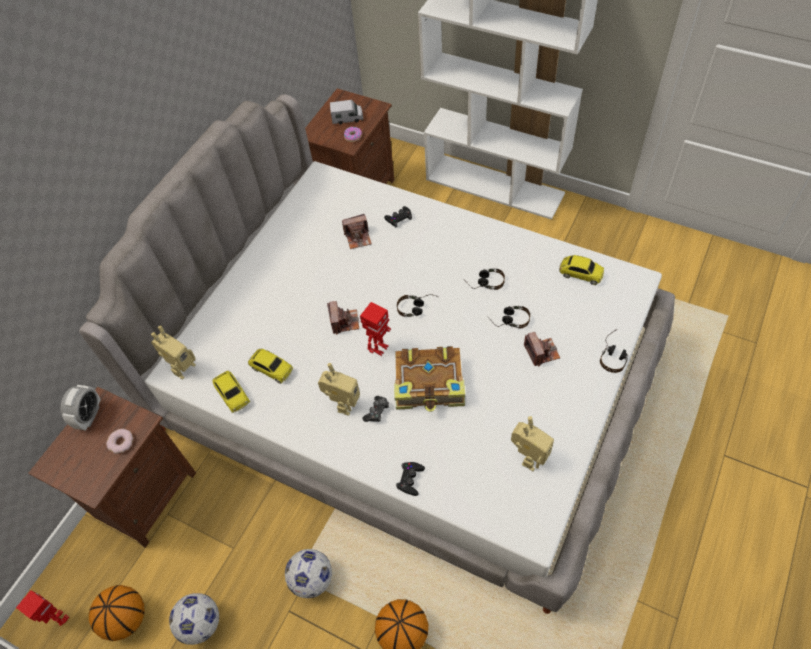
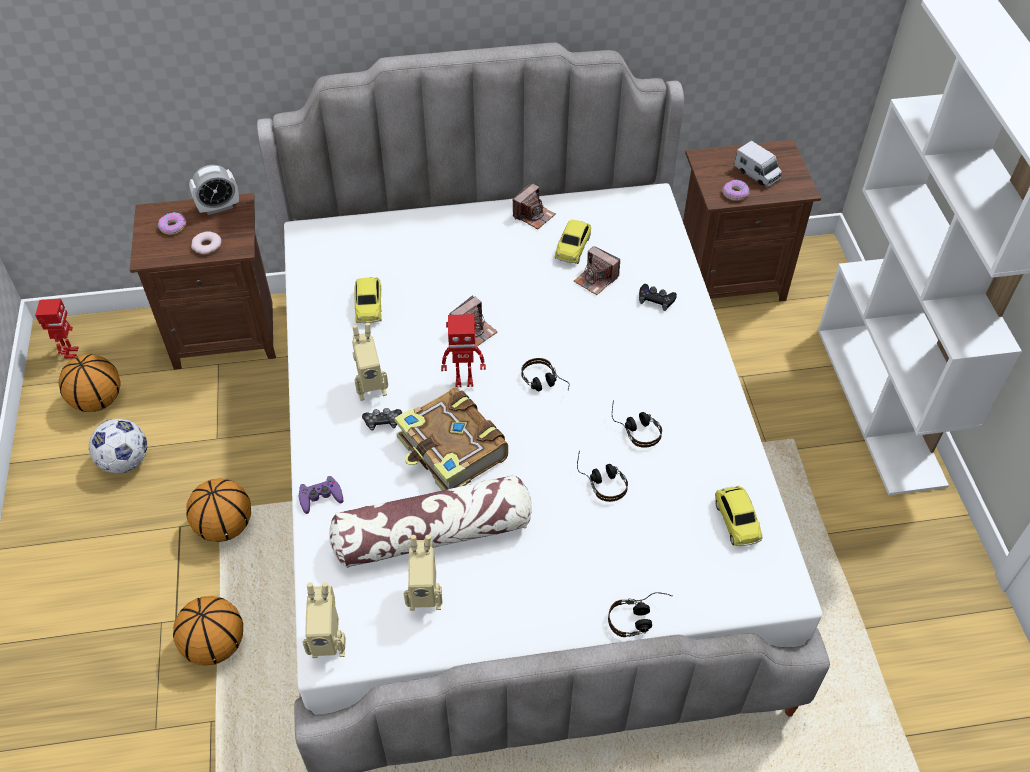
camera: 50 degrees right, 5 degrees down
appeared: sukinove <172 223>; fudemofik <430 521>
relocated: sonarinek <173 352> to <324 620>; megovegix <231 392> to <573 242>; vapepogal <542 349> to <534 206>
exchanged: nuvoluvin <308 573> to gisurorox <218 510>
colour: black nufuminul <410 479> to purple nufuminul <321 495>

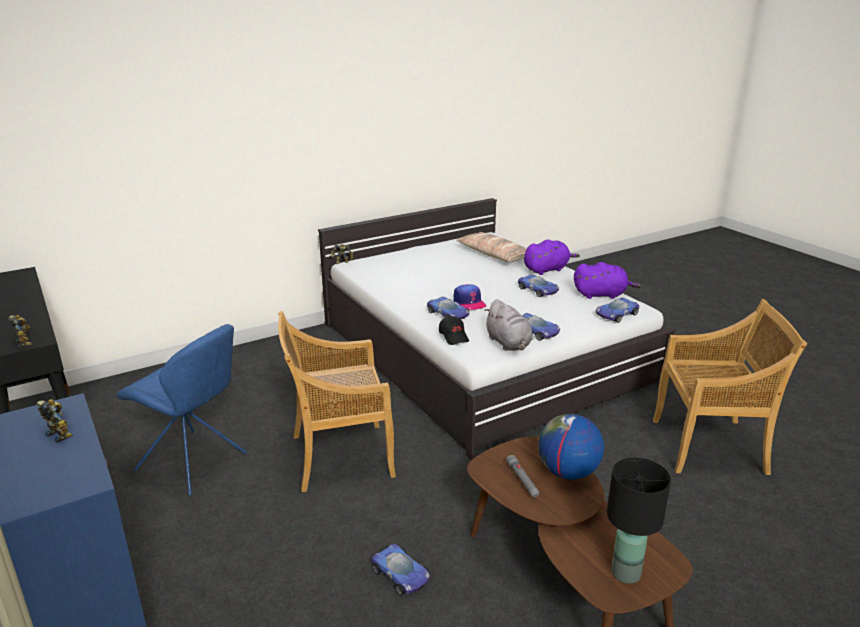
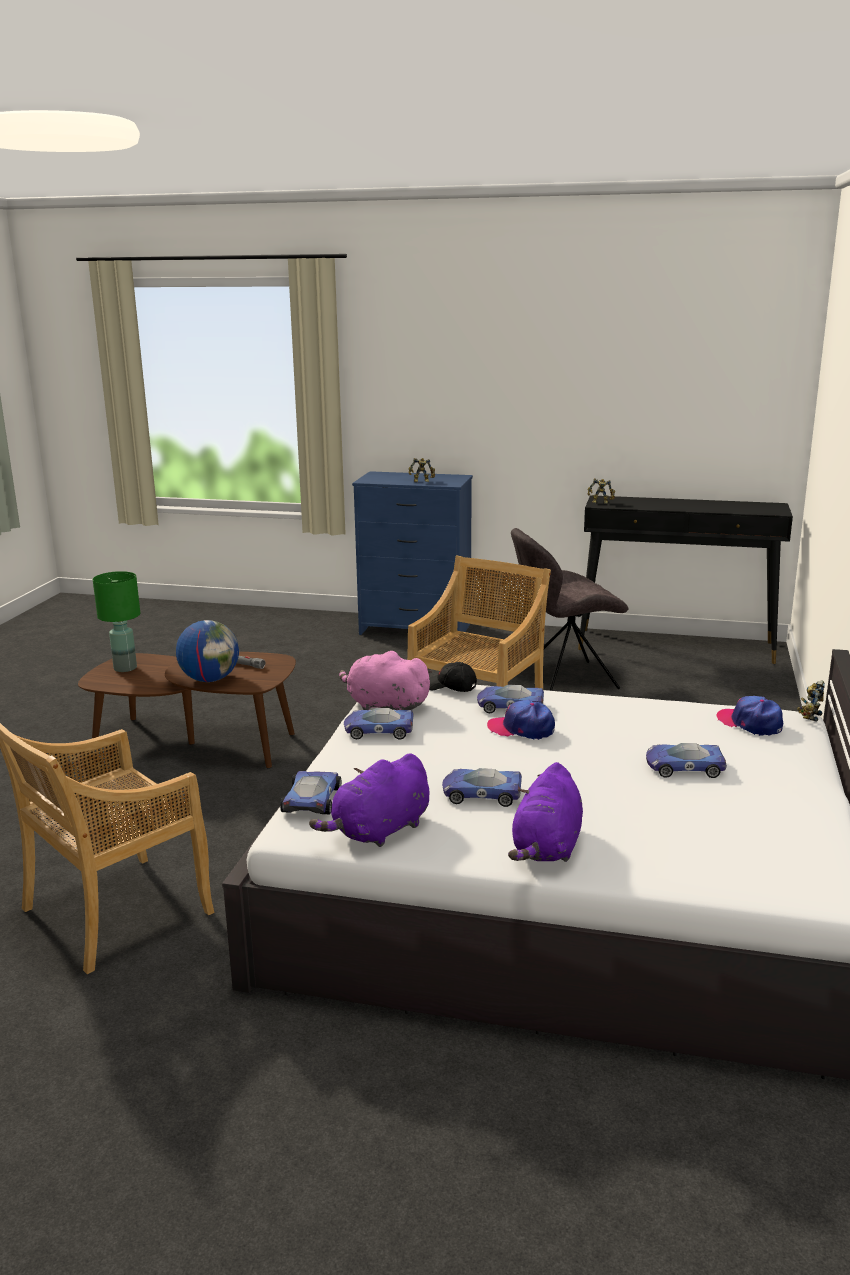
camera: 135 degrees right, 5 degrees down
missing: fudemofik <491 247>
appeared: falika <749 716>
relocated: megovegix <400 569> to <686 760>
colour: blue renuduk <182 410> to grey renuduk <570 609>; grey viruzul <508 325> to pink viruzul <386 680>; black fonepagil <639 521> to green fonepagil <116 621>

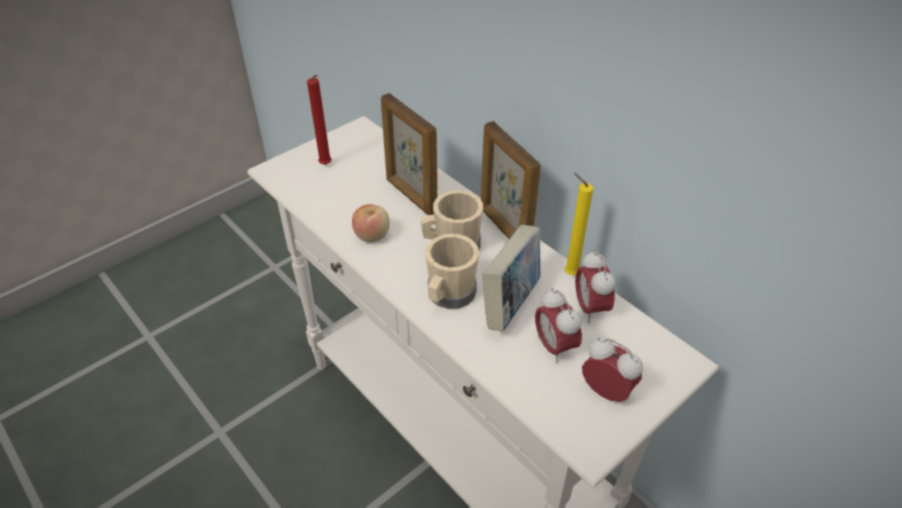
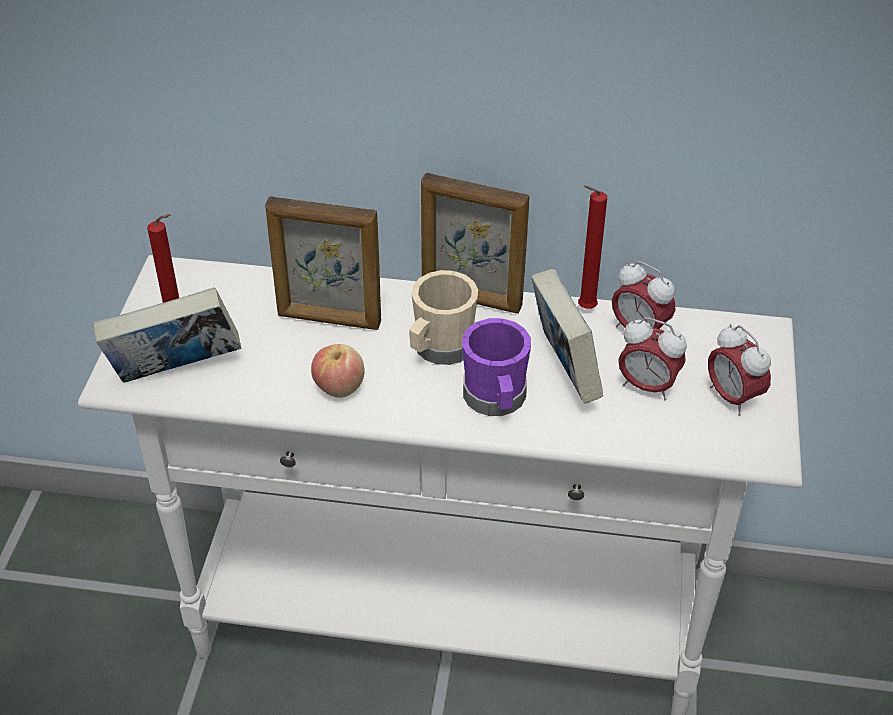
camera: 40 degrees left, 0 degrees up
appeared: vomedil <167 335>
colour: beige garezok <452 271> to purple garezok <496 367>; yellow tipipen <578 224> to red tipipen <592 247>
spun: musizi <612 369> = <739 370> 120 degrees counterclockwise

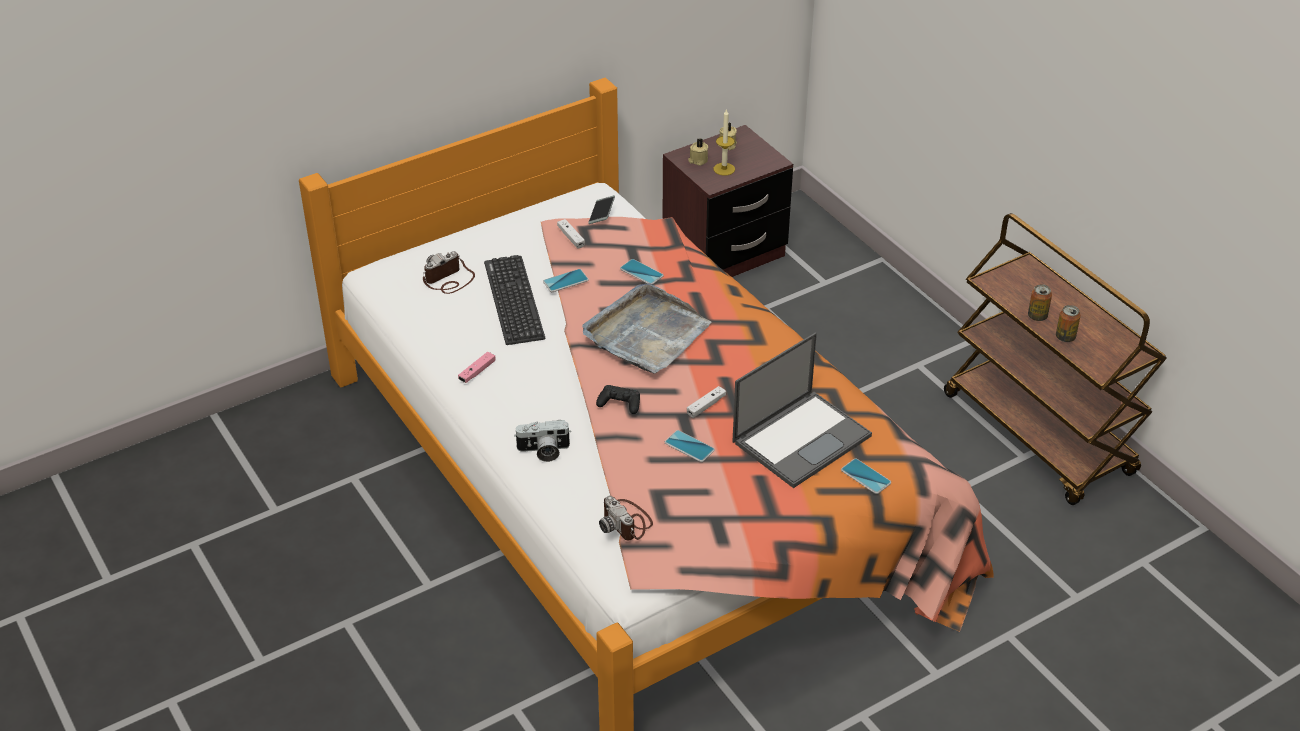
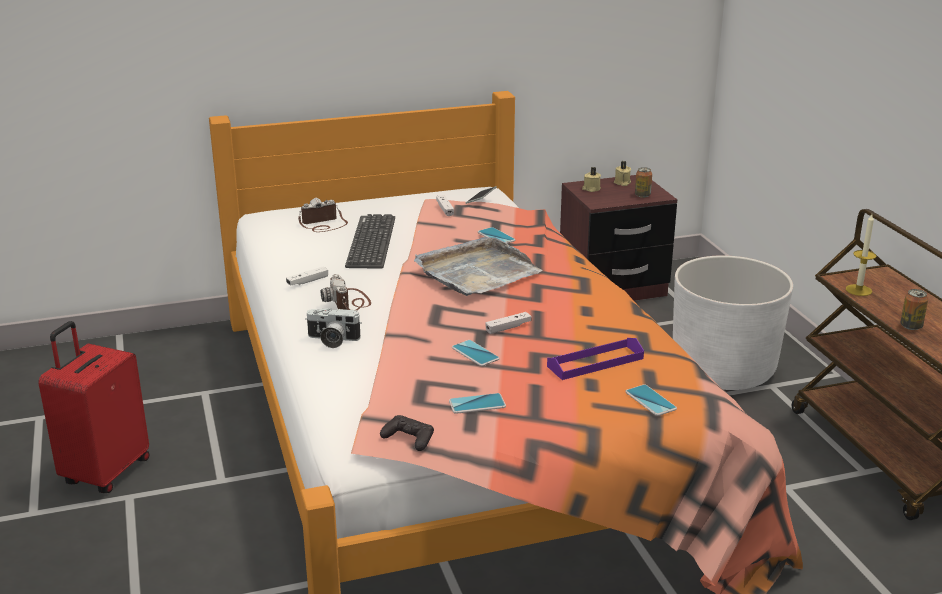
camera: 15 degrees right, 15 degrees down
appeared: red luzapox <93 407>; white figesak <733 322>
relocated: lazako <566 280> to <477 403>; black nufuminul <618 399> to <407 433>; vapepogal <626 518> to <346 292>; tipipen <724 142> to <861 255>; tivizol <1040 303> to <643 182>
exchanged: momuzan <802 410> to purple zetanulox <595 359>
colour: pink nufuminul <476 367> to white nufuminul <307 276>

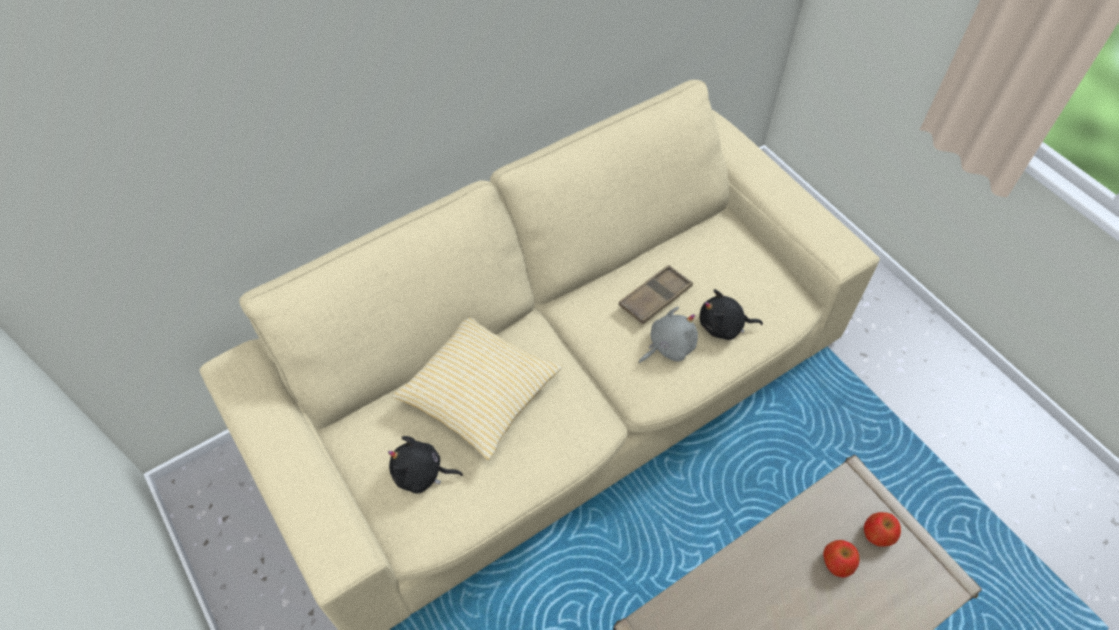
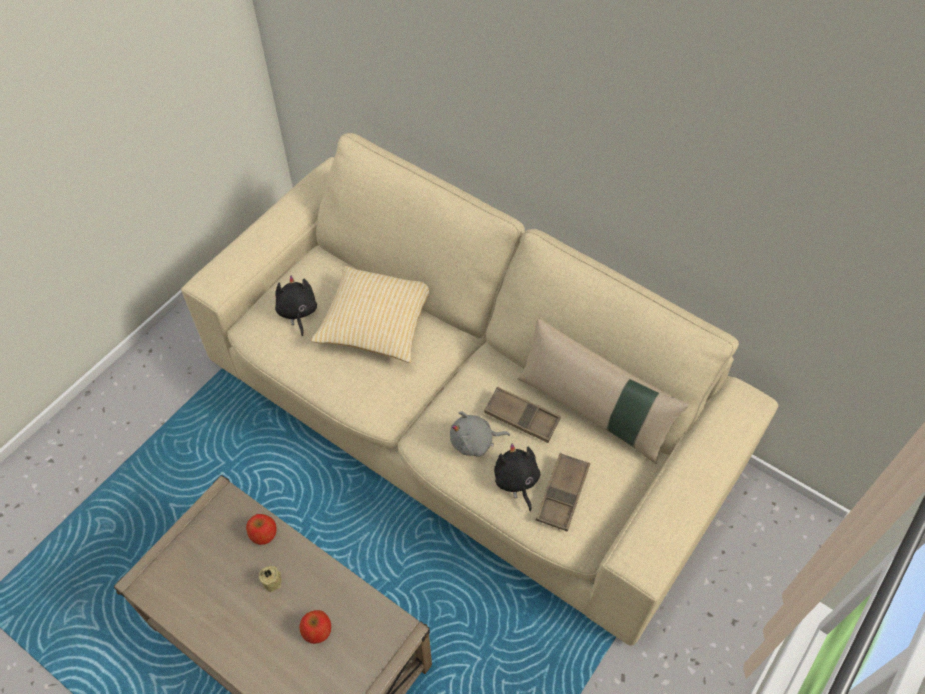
camera: 70 degrees right, 0 degrees up
appeared: beige tipipen <270 579>; beige fudemofik <603 391>; brown zetanulox <563 492>
relocated: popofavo <882 529> to <261 529>
spun: grey viruzul <668 335> = <480 434> 135 degrees clockwise

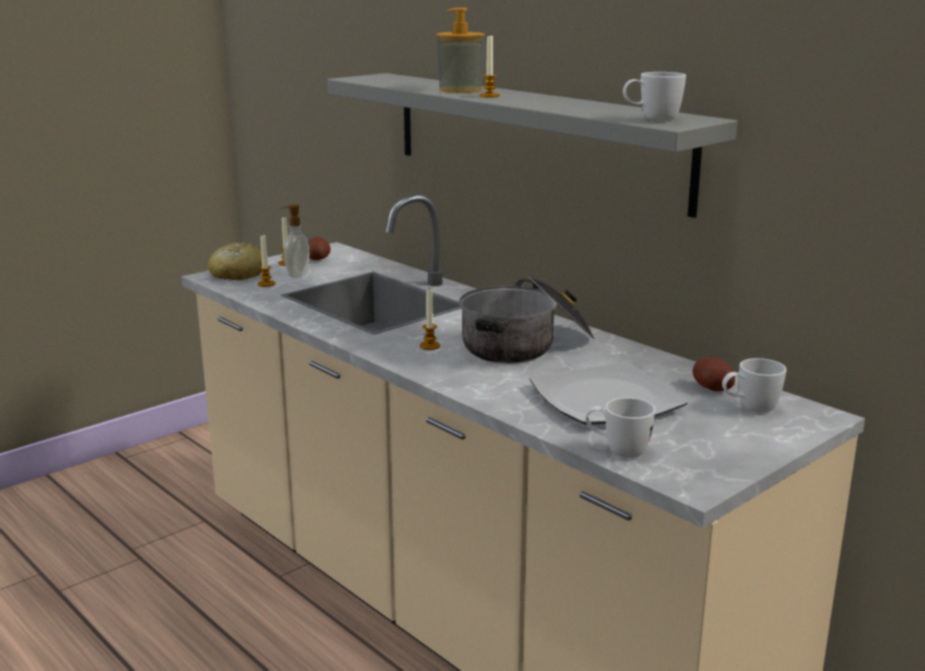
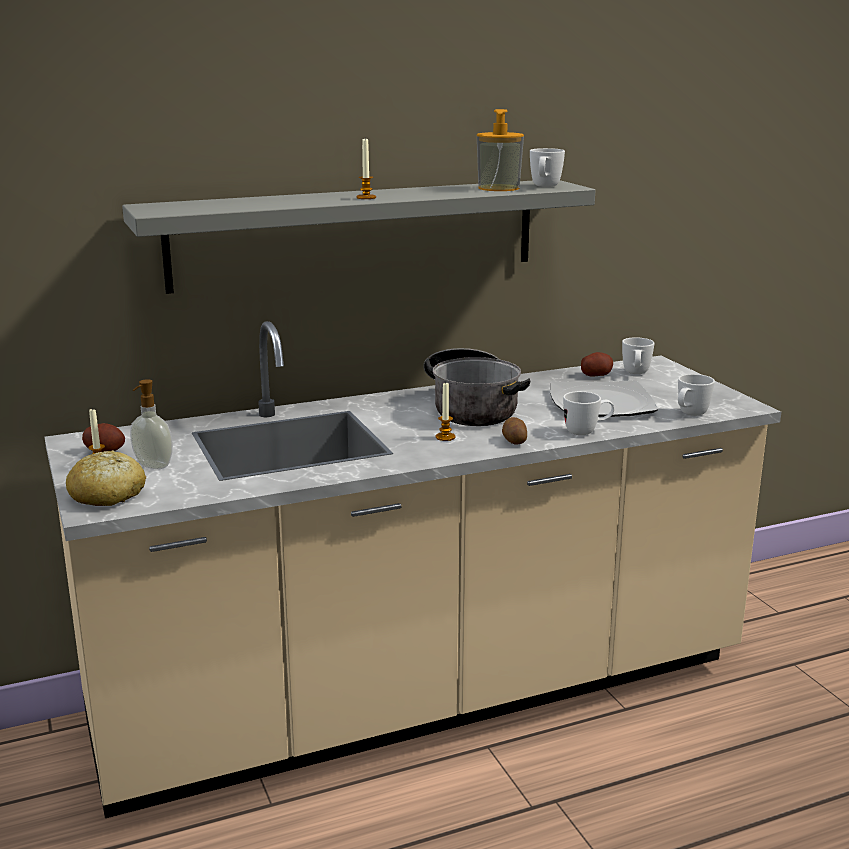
camera: 70 degrees left, 0 degrees up
missing: tipipen <266 261>
appeared: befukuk <514 431>; white garezok <588 413>
relocated: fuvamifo <460 50> to <500 150>

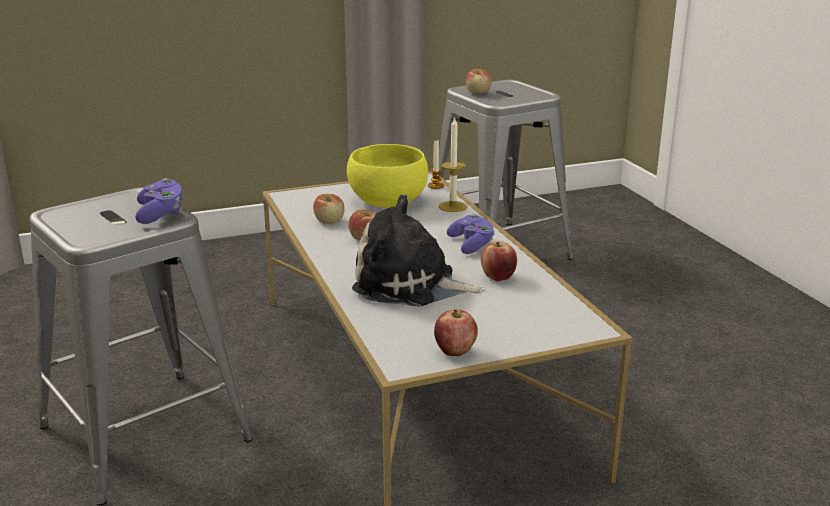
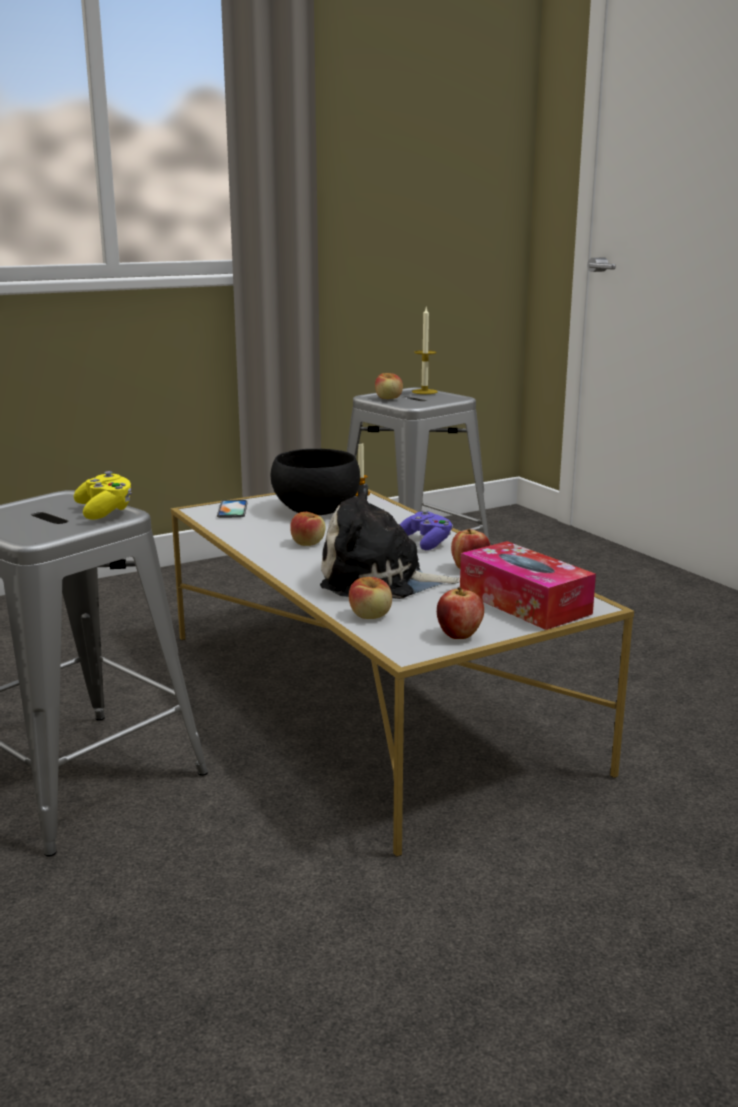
camera: 10 degrees left, 5 degrees down
appeared: lazako <232 509>; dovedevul <528 585>
relocated: popofavo <329 209> to <370 598>; tipipen <453 164> to <425 350>
colour: purple nufuminul <158 201> to yellow nufuminul <103 495>; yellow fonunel <387 176> to black fonunel <315 482>

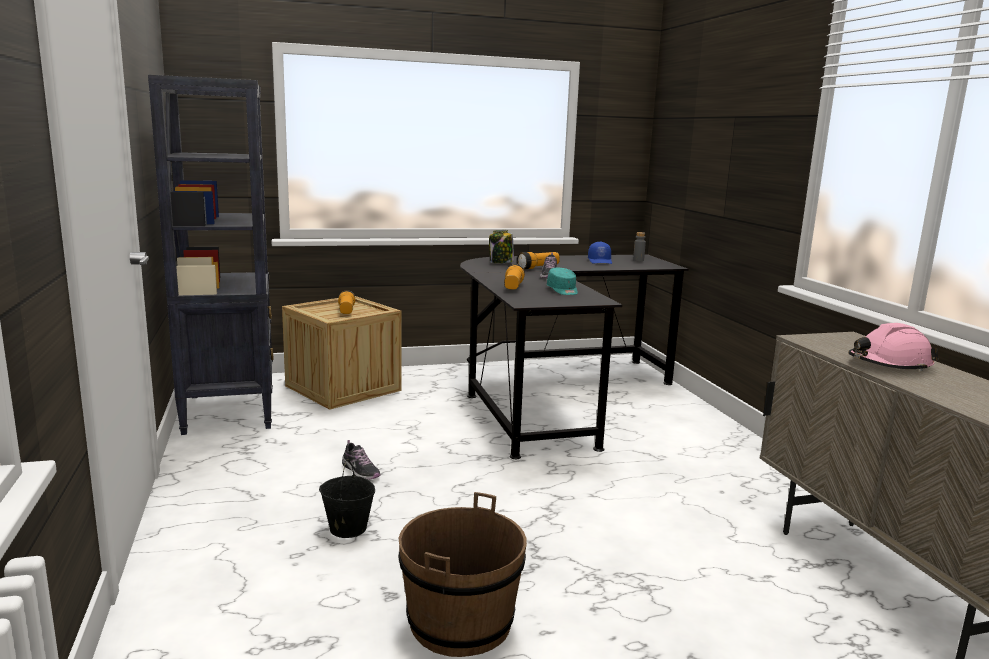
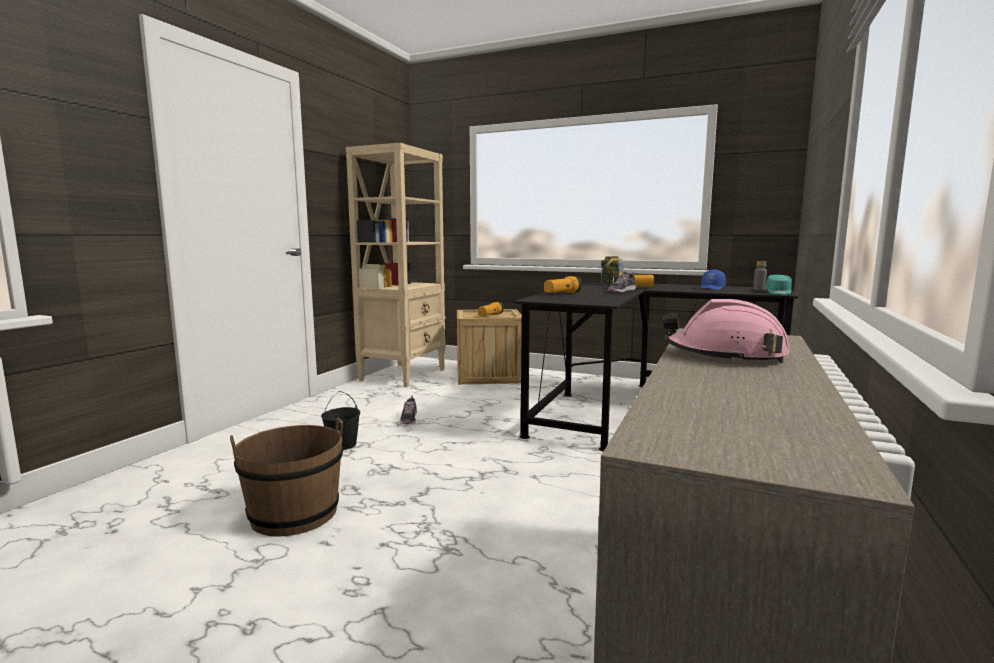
camera: 40 degrees right, 5 degrees down
relocated: turquoise falika <562 281> to <779 285>
colour: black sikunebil <211 255> to beige sikunebil <396 265>

